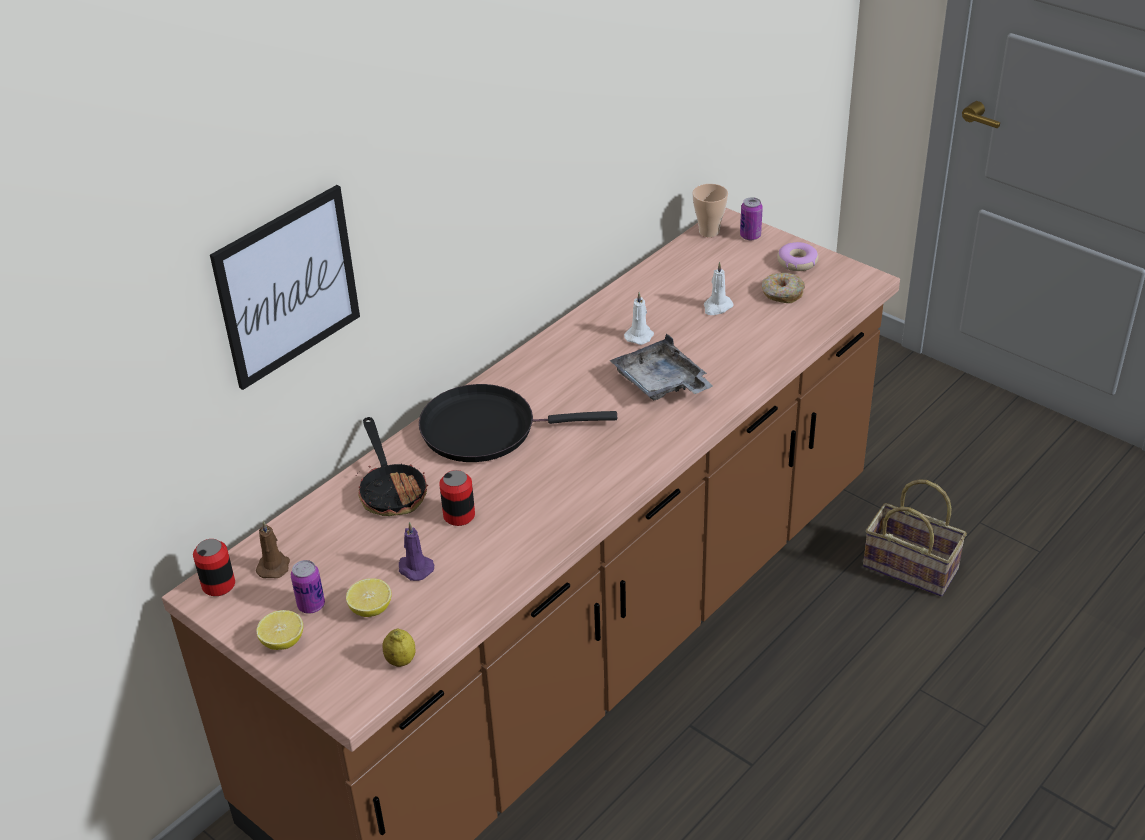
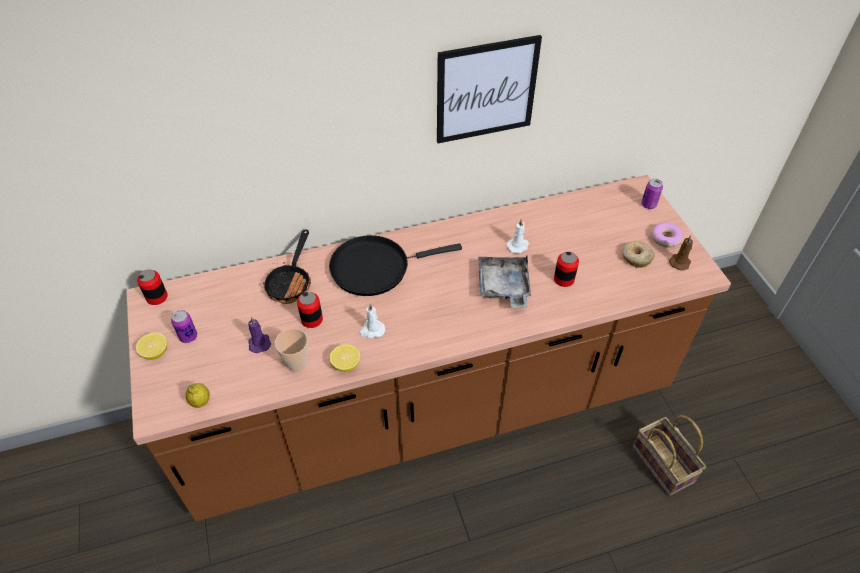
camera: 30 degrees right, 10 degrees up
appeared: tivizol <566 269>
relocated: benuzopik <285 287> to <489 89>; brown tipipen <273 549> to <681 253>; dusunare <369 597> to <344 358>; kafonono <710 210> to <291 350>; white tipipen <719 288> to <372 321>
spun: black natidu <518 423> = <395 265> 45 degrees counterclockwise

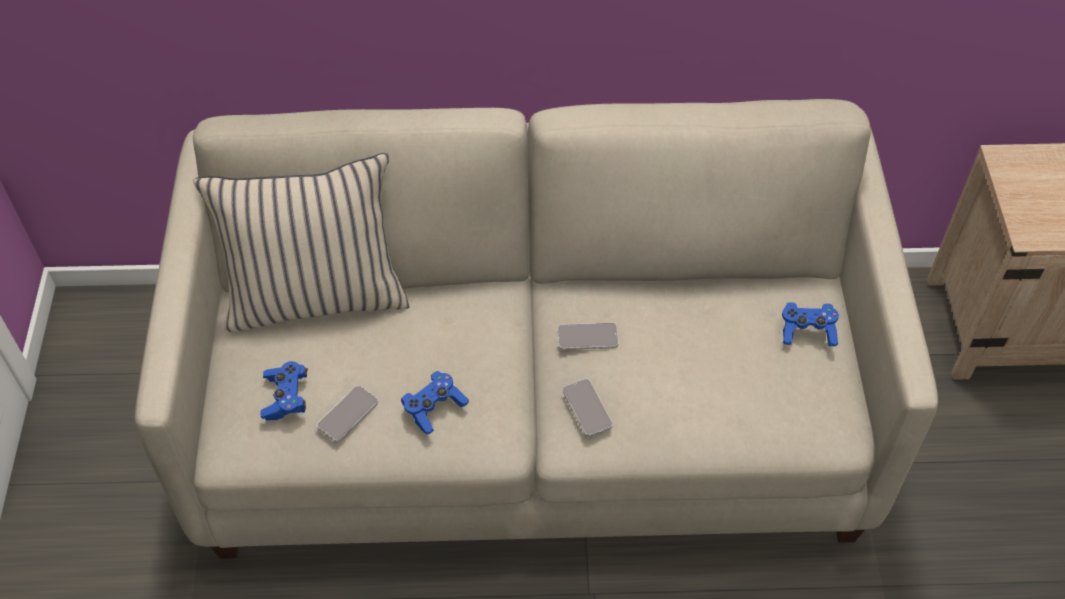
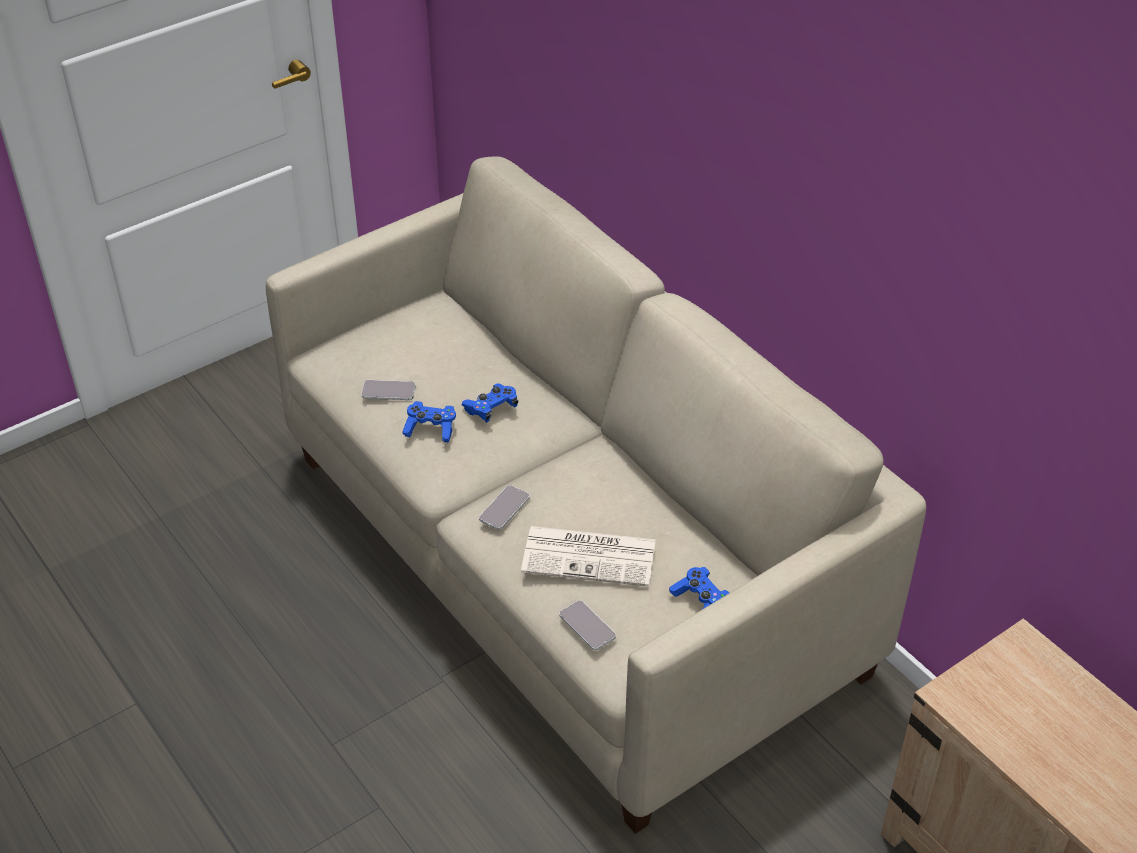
camera: 55 degrees right, 10 degrees down
missing: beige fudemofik <301 242>
appeared: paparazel <588 556>
relocated: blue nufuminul <284 390> to <490 403>; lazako <588 336> to <587 625>

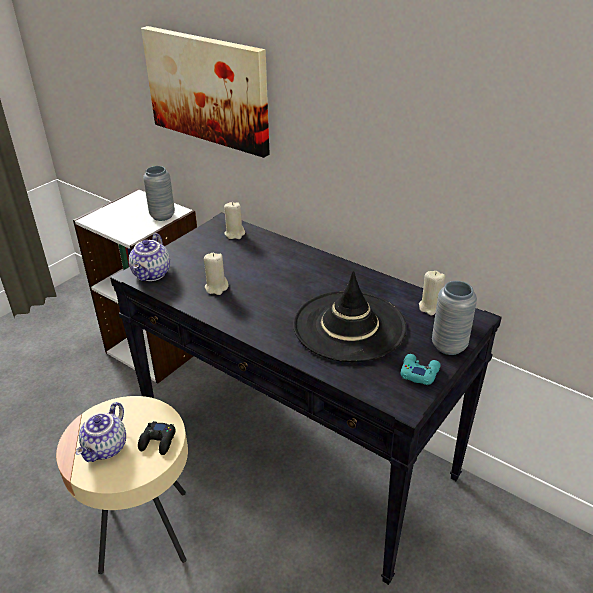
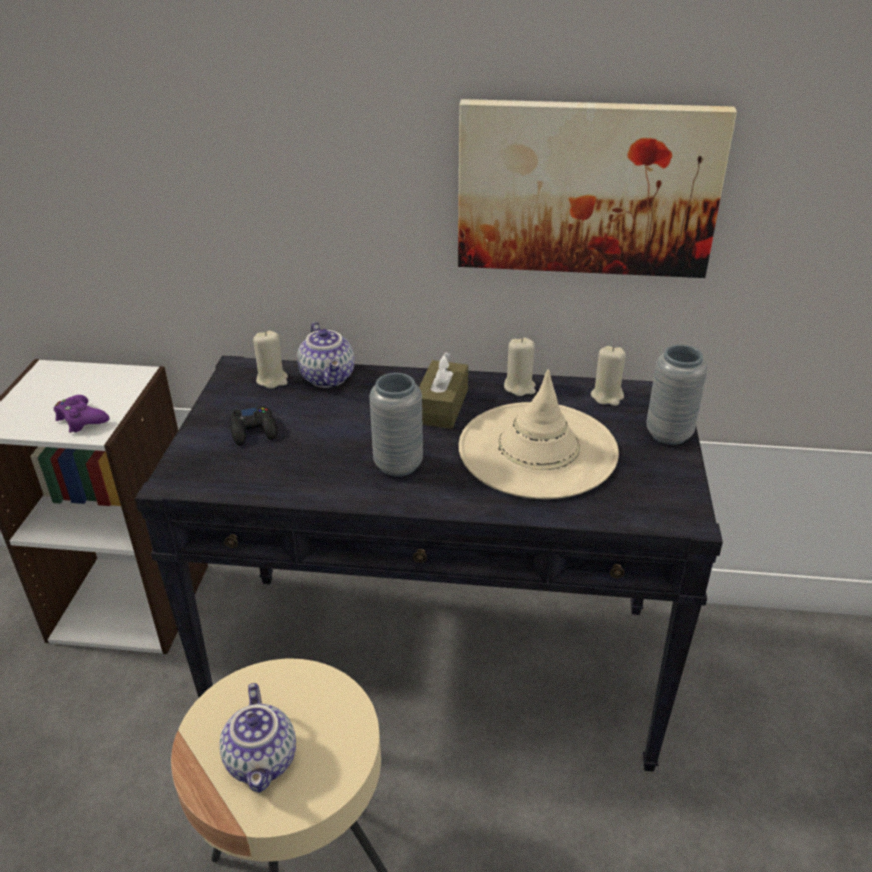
camera: 30 degrees left, 0 degrees up
missing: turquoise nufuminul <420 369>
appeared: purple nufuminul <81 414>; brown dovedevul <443 390>
relocated: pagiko <149 257> to <326 355>; black nufuminul <157 438> to <253 425>; benuzopik <205 92> to <597 188>; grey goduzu <159 193> to <396 425>; beige tipipen <216 274> to <520 367>
colour: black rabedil <350 316> to beige rabedil <539 434>

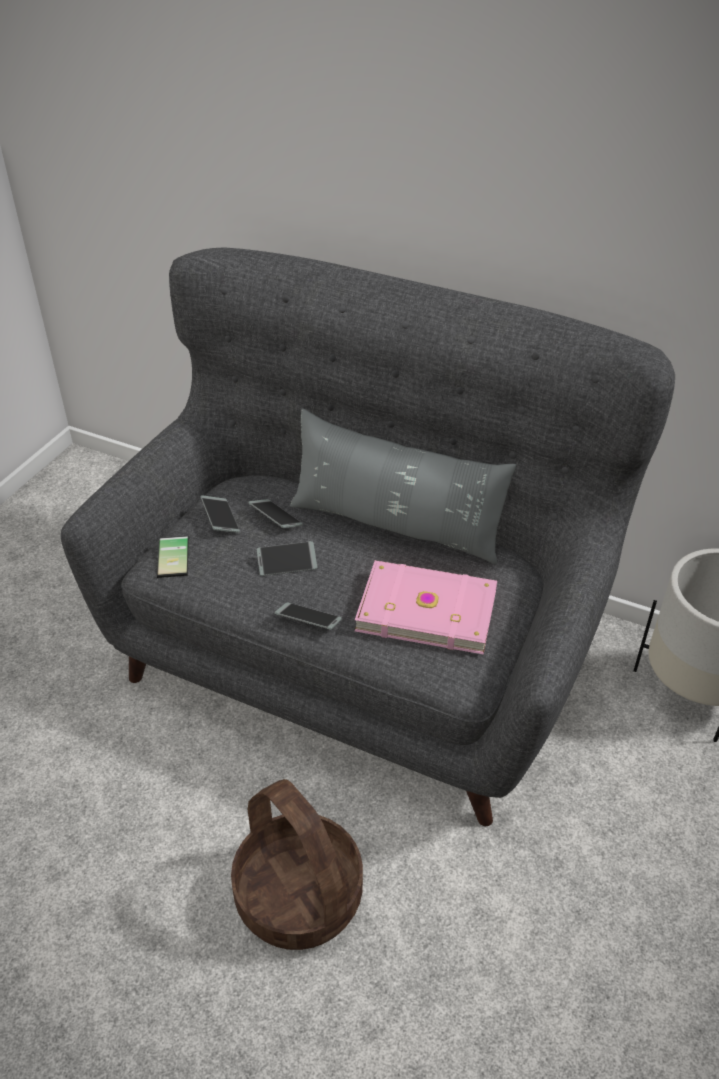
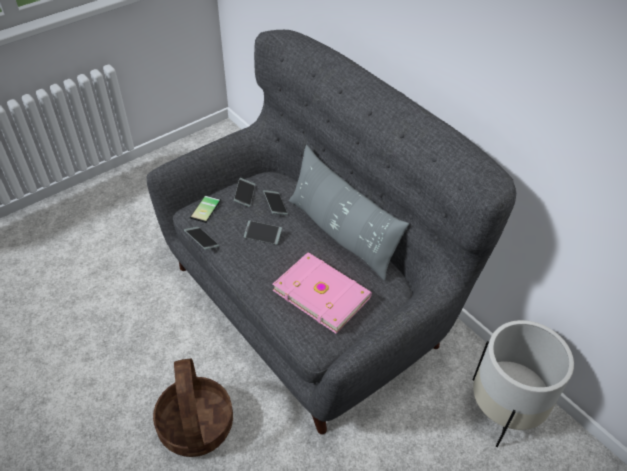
camera: 25 degrees right, 5 degrees up
relocated: lazako <308 616> to <201 238>

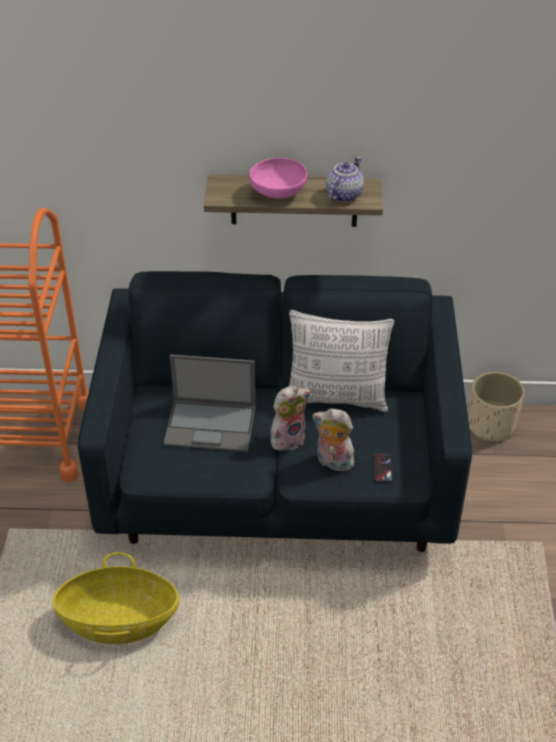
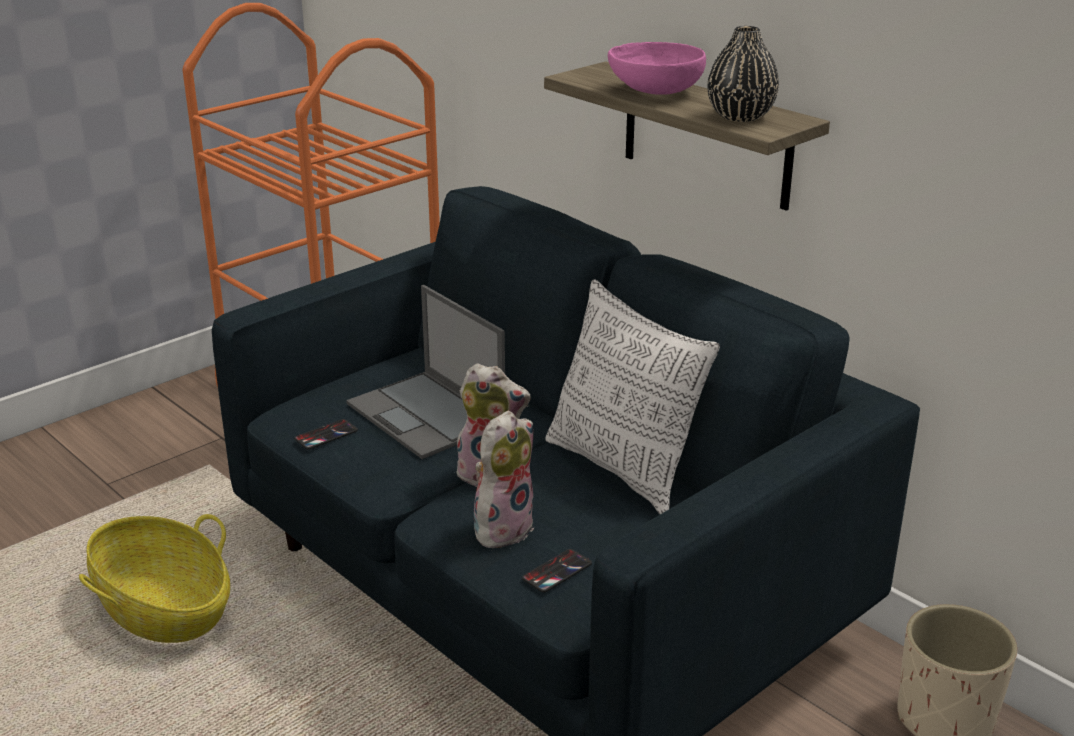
camera: 45 degrees right, 15 degrees down
appeared: lazako <326 434>
exchanged: pagiko <345 179> to black goduzu <743 74>
spun: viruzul <333 439> = <504 479> 60 degrees clockwise

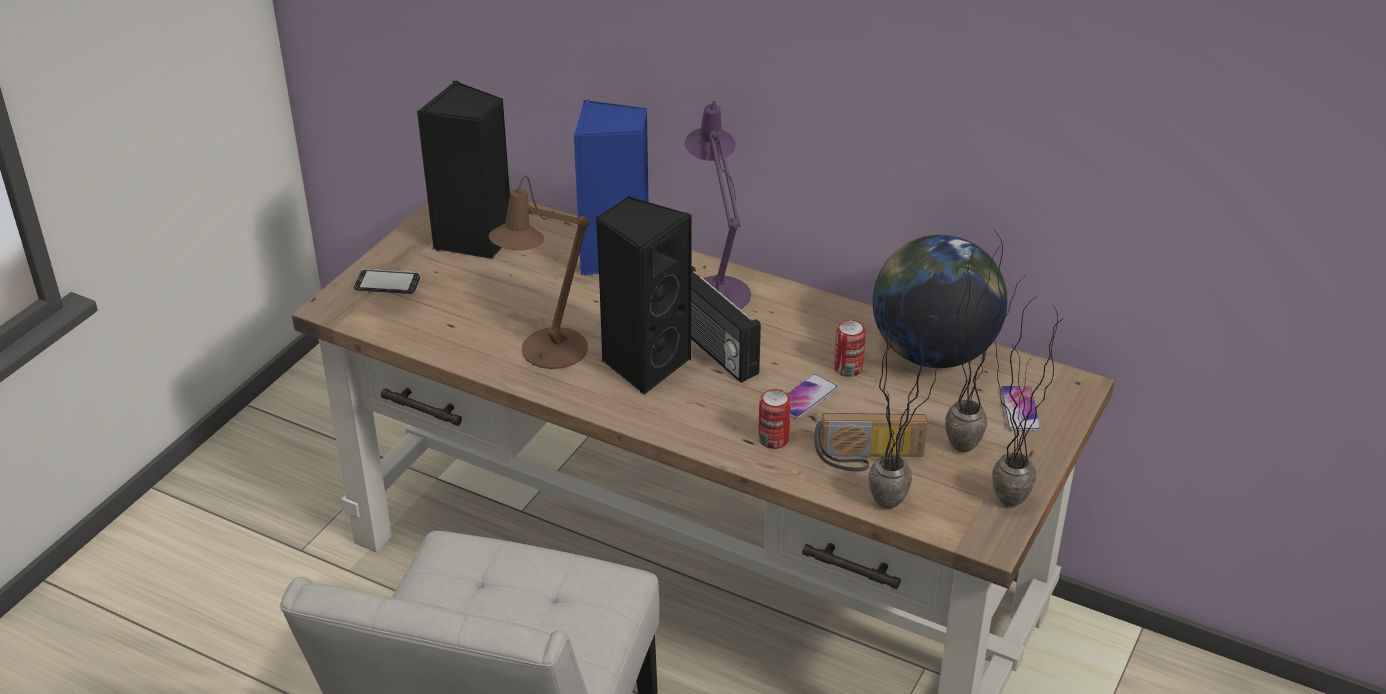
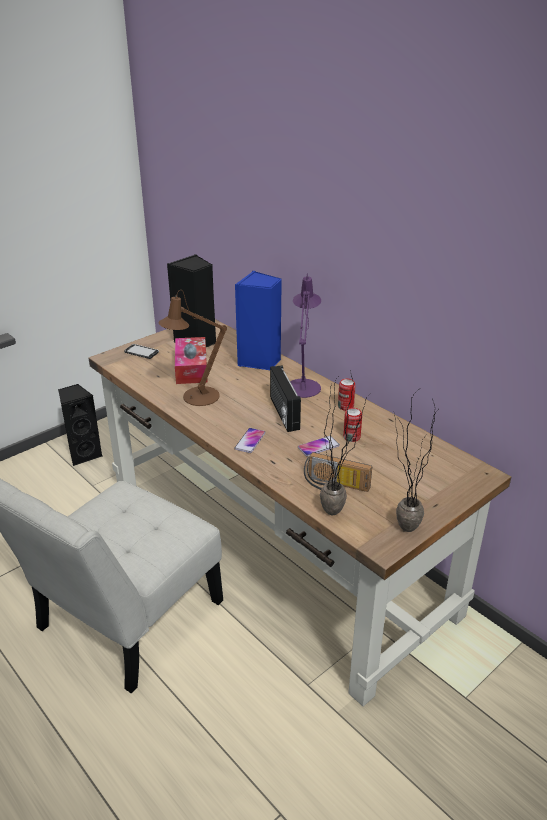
camera: 20 degrees right, 5 degrees down
missing: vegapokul <940 301>; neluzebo <984 340>
appeared: dovedevul <191 360>
relocated: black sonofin <644 295> to <80 425>; tivizol <774 419> to <347 394>; lazako <1021 408> to <250 440>

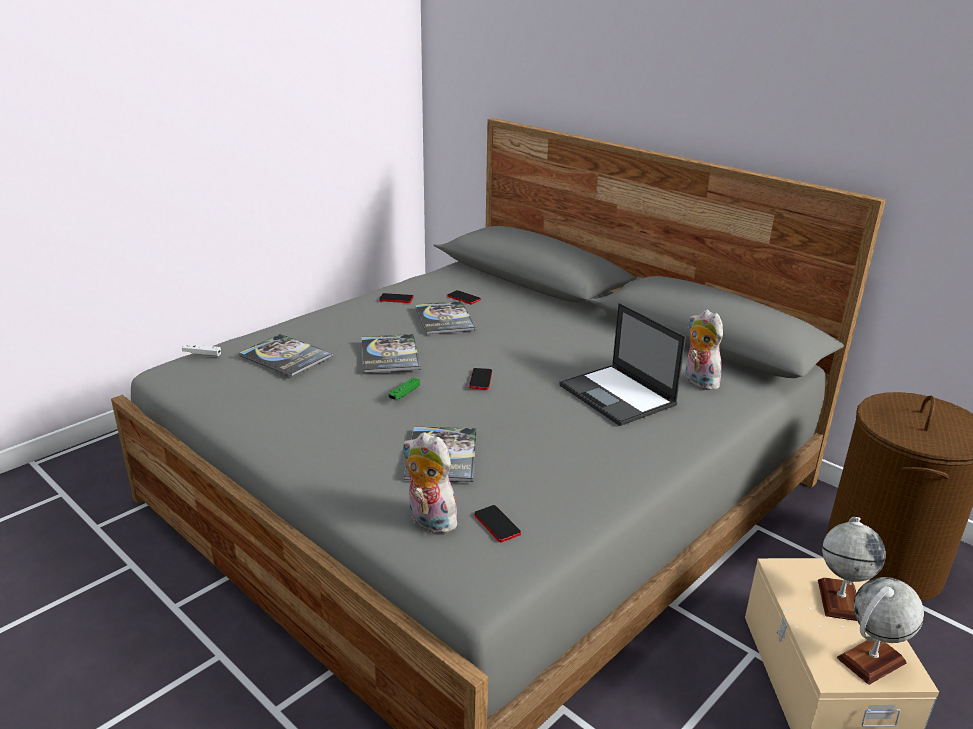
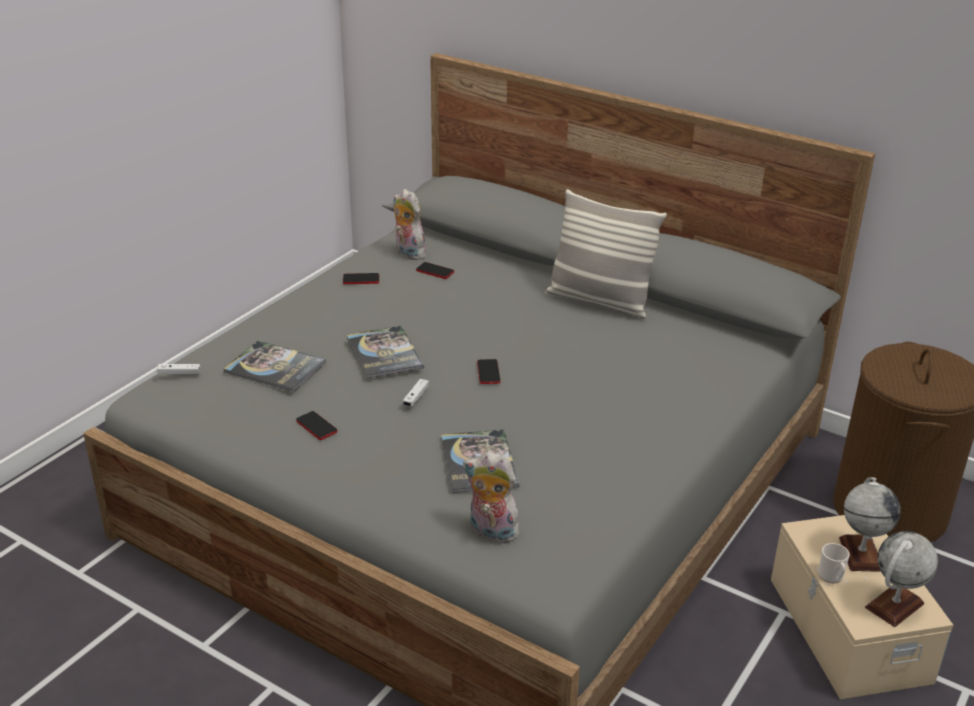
camera: 10 degrees left, 5 degrees up
missing: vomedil <445 317>; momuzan <622 364>
appeared: fudemofik <606 254>; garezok <834 563>
relocated: lazako <497 523> to <316 425>; viruzul <704 349> to <409 224>
colour: green nufuminul <404 388> to white nufuminul <416 393>

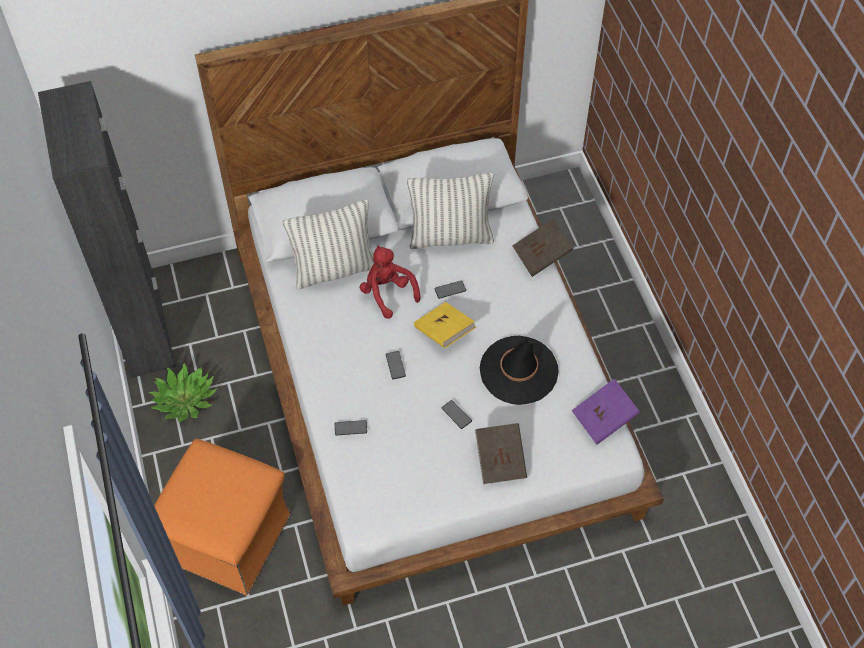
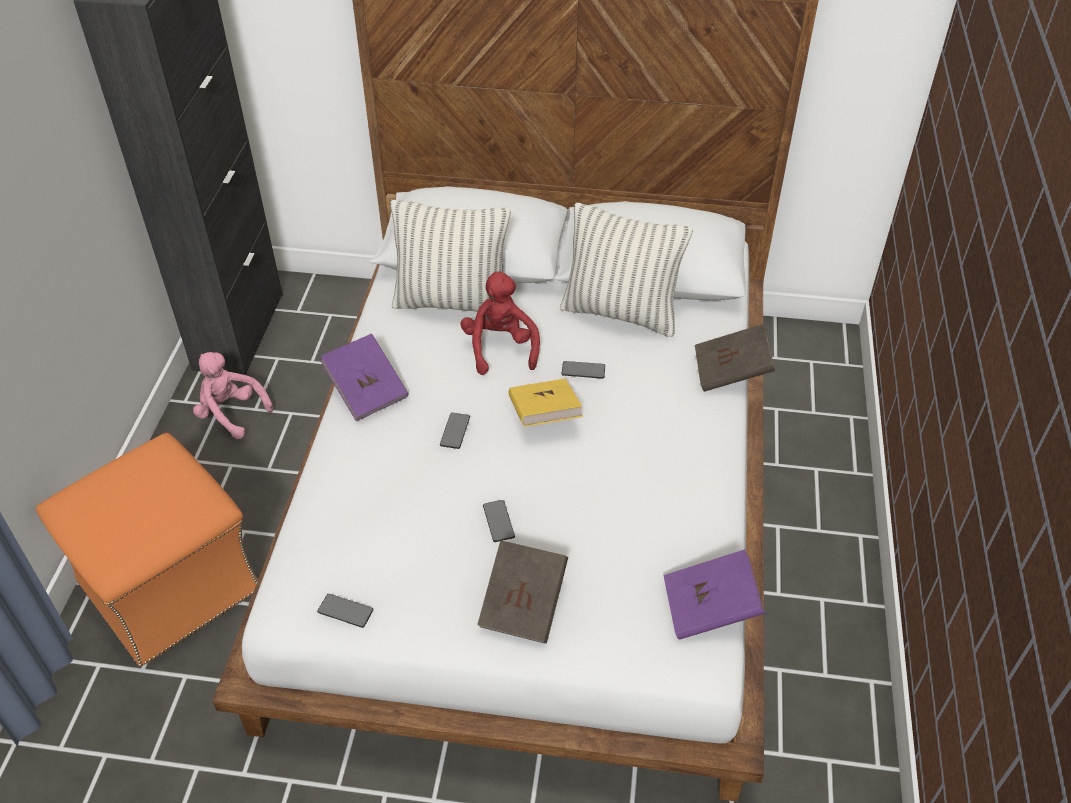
camera: 25 degrees right, 10 degrees down
missing: black rabedil <519 370>
appeared: purple vomedil <364 377>
relocated: lazako <351 428> to <345 611>
exchanged: neluzebo <183 393> to pink viruzul <233 395>

